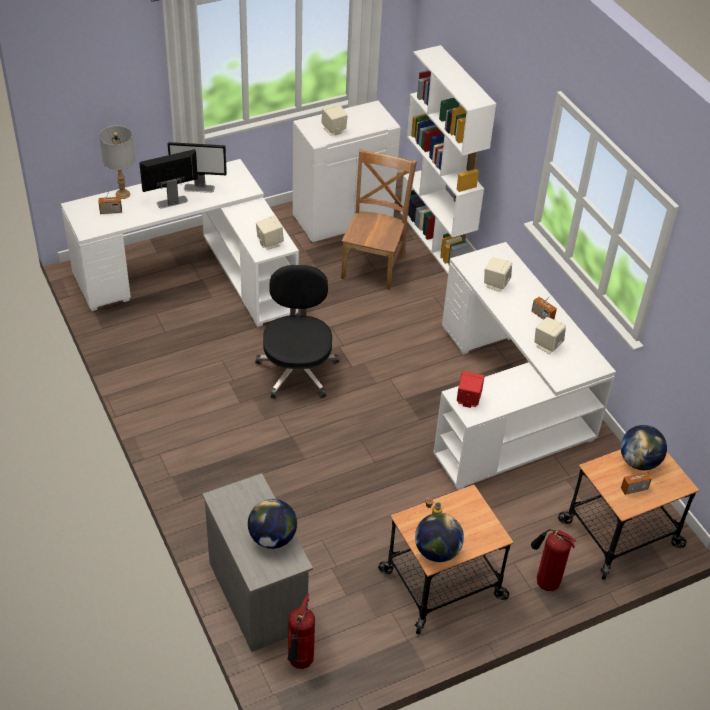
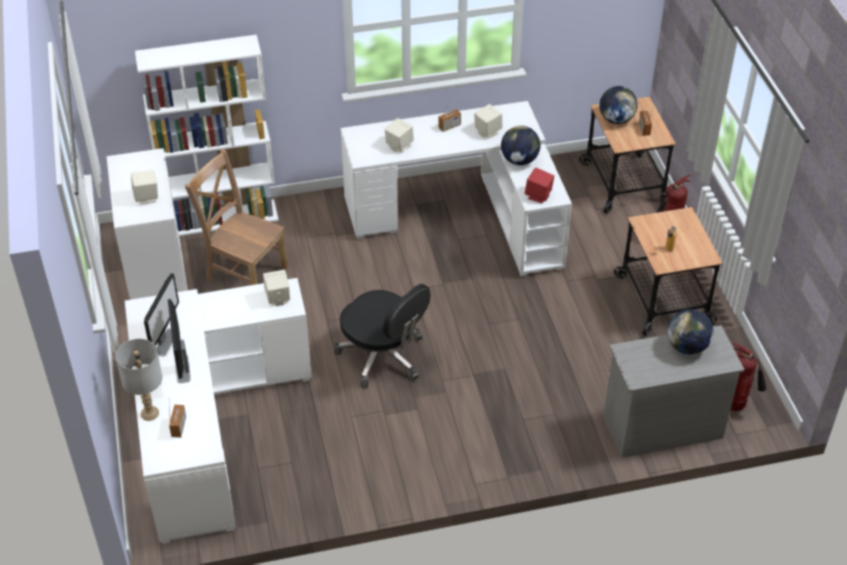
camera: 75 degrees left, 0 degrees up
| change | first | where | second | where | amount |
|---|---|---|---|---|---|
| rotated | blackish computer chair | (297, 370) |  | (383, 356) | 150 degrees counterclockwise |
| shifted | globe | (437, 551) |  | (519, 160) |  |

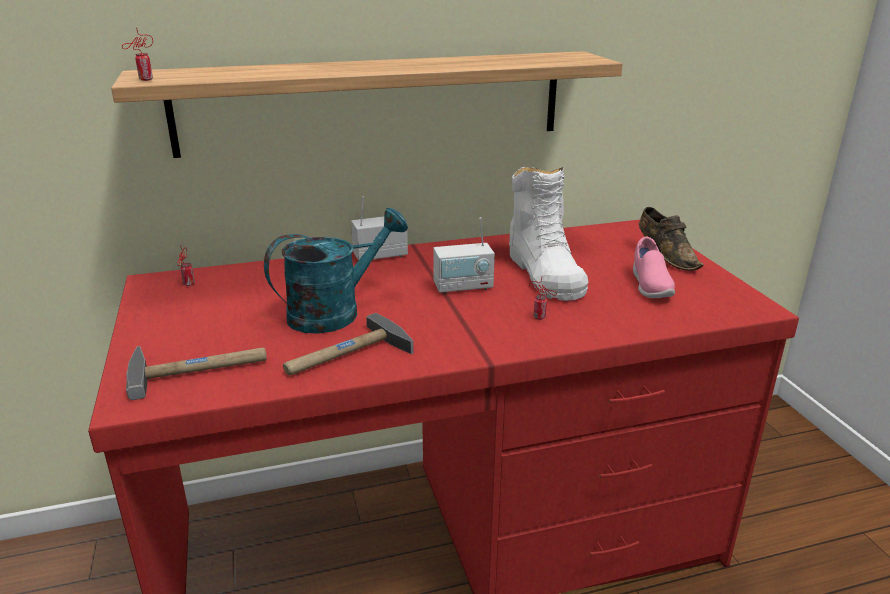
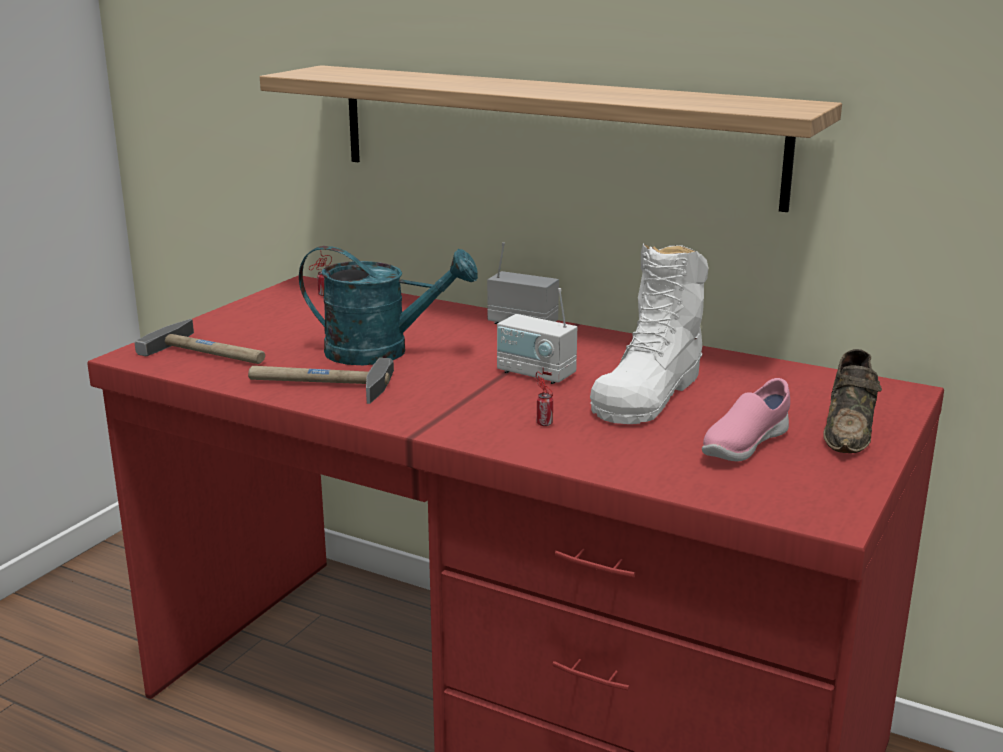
camera: 45 degrees right, 5 degrees down
| change | first | where | second | where | amount |
|---|---|---|---|---|---|
| gone | can | (144, 80) |  |  |  |

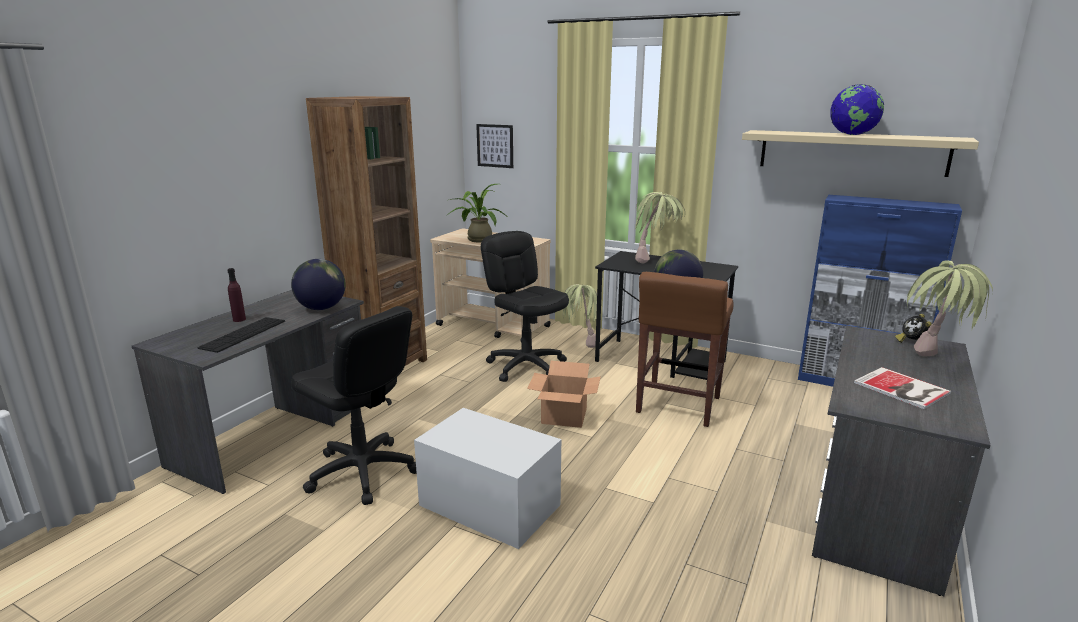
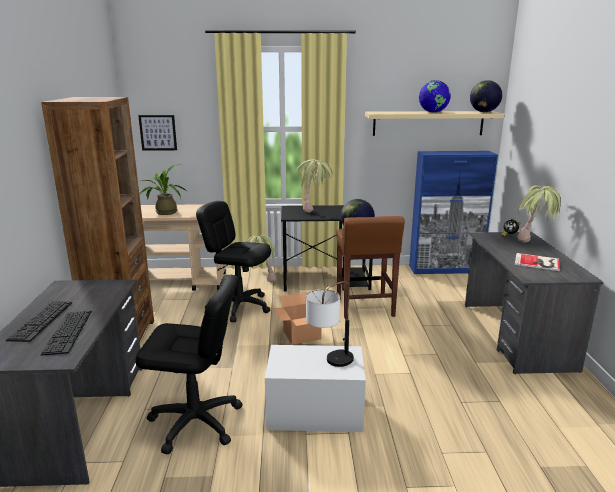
camera: 30 degrees left, 0 degrees up
| change | first | where | second | where | amount |
|---|---|---|---|---|---|
| swapped | purplish drink bottle | (239, 319) | PC keyboard | (41, 320) |  |
| new |  |  | tabletop lamp | (329, 364) |  |
| shifted | globe | (321, 308) |  | (483, 112) |  |

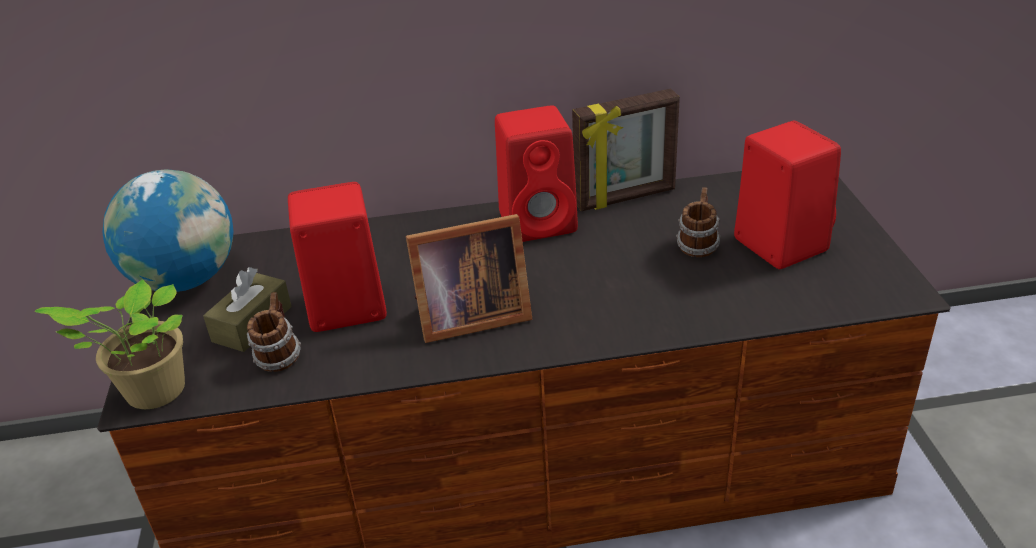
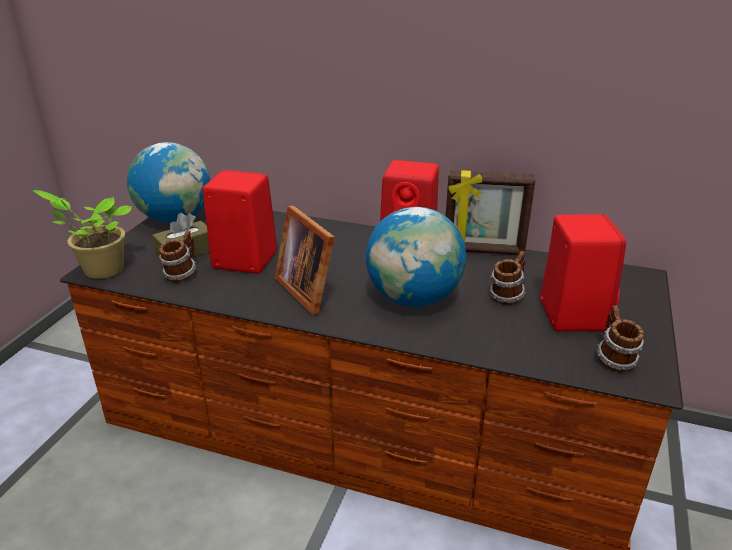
camera: 25 degrees right, 5 degrees down
| change | first | where | second | where | amount |
|---|---|---|---|---|---|
| rotated | standing frame | (468, 317) |  | (309, 289) | 45 degrees clockwise |
| new |  |  | globe | (413, 299) |  |
| new |  |  | mug | (614, 359) |  |

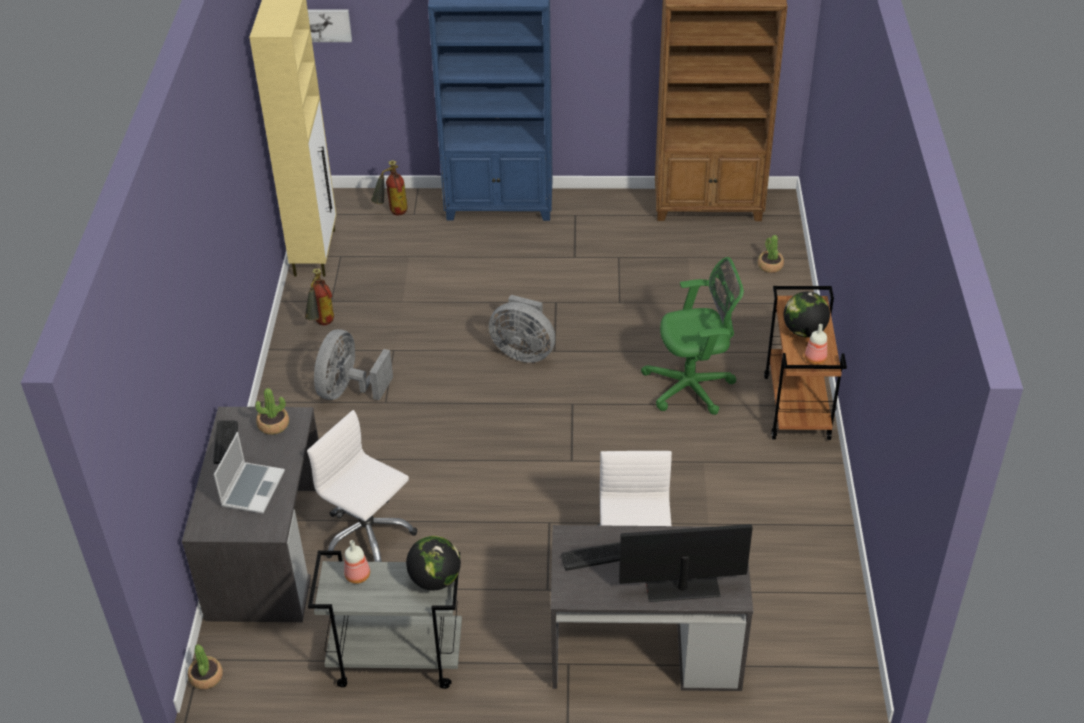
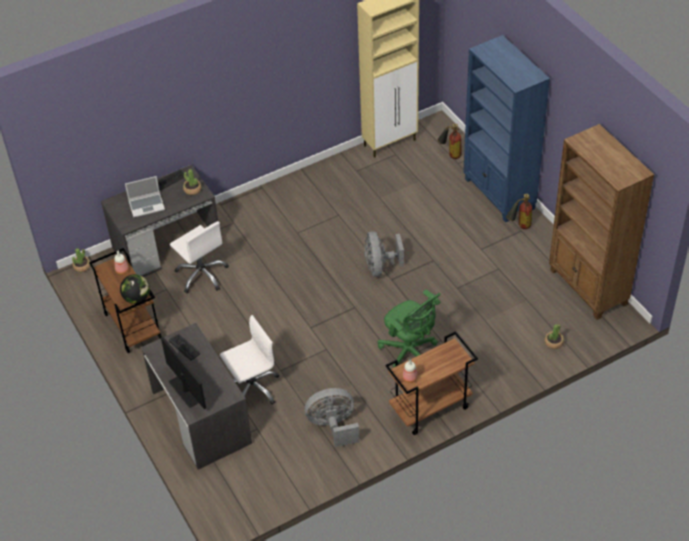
camera: 60 degrees right, 5 degrees up
| change | first | where | second | where | amount |
|---|---|---|---|---|---|
| repainted | grey cart | (395, 660) | brown cart | (132, 326) |  |
| rotated | white computer chair | (367, 534) |  | (202, 275) | 135 degrees clockwise |
| shifted | grey cooling fan | (348, 390) |  | (333, 426) |  |
| shifted | fire-fighting cylinder | (321, 325) |  | (519, 226) |  |
| gone | picture | (325, 24) |  |  |  |
| gone | globe | (804, 331) |  |  |  |

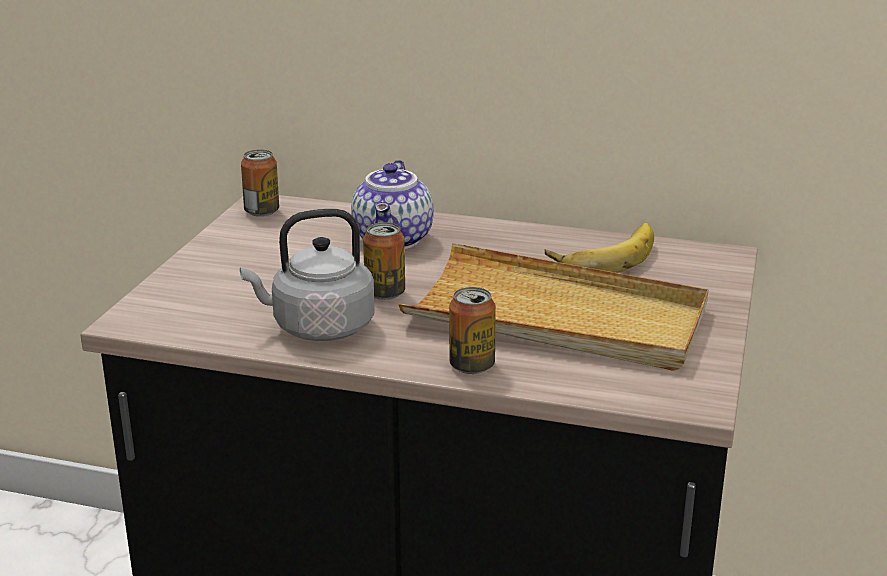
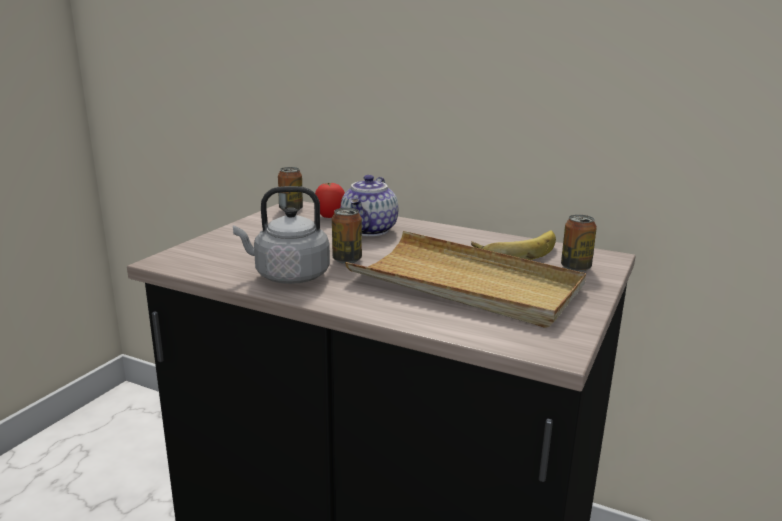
camera: 10 degrees right, 5 degrees down
| change | first | where | second | where | amount |
|---|---|---|---|---|---|
| new |  |  | tomato | (330, 217) |  |
| shifted | can | (471, 366) |  | (575, 267) |  |

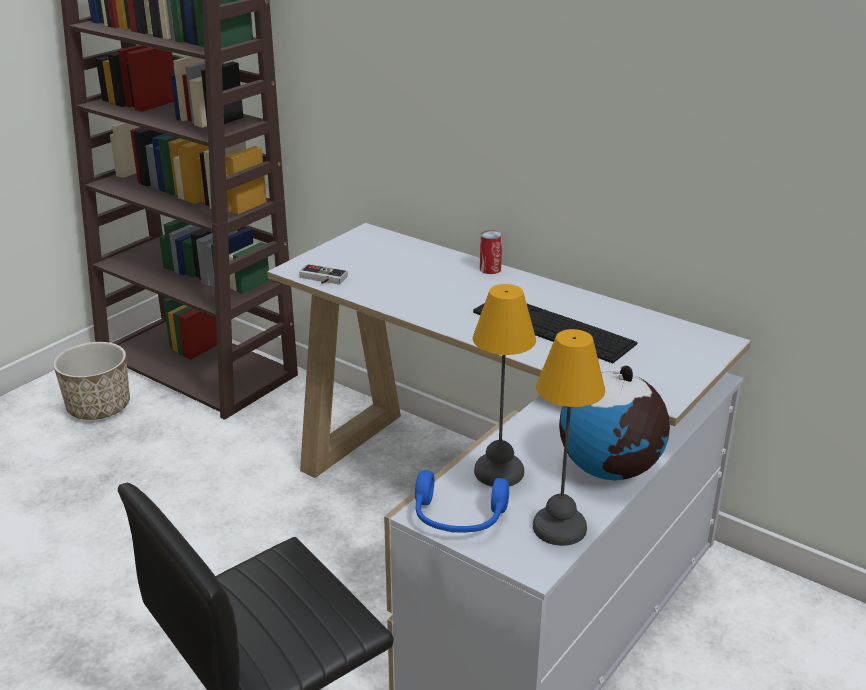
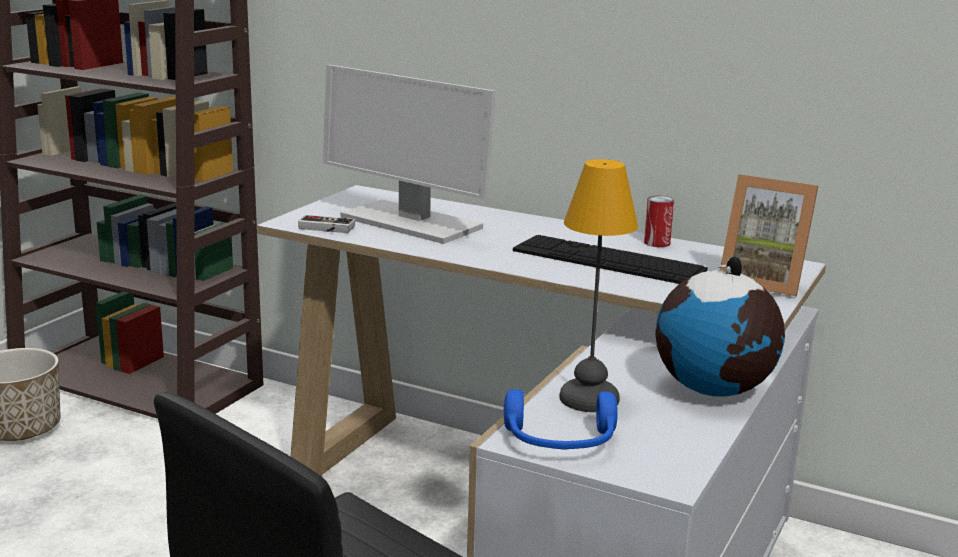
camera: 10 degrees left, 10 degrees down
| change | first | where | second | where | amount |
|---|---|---|---|---|---|
| new |  |  | computer display | (409, 223) |  |
| shifted | can | (490, 269) |  | (657, 243) |  |
| new |  |  | standing frame | (763, 281) |  |
| gone | tabletop lamp | (560, 526) |  |  |  |

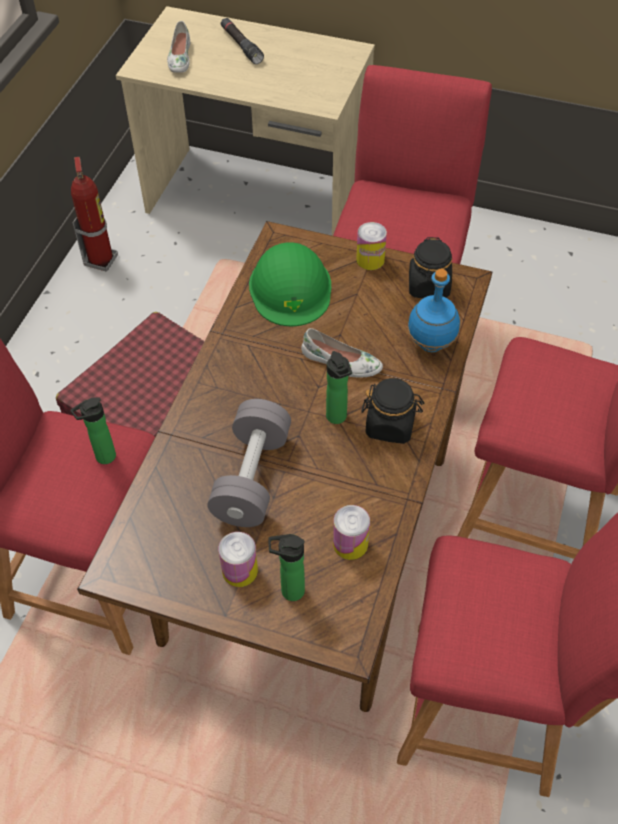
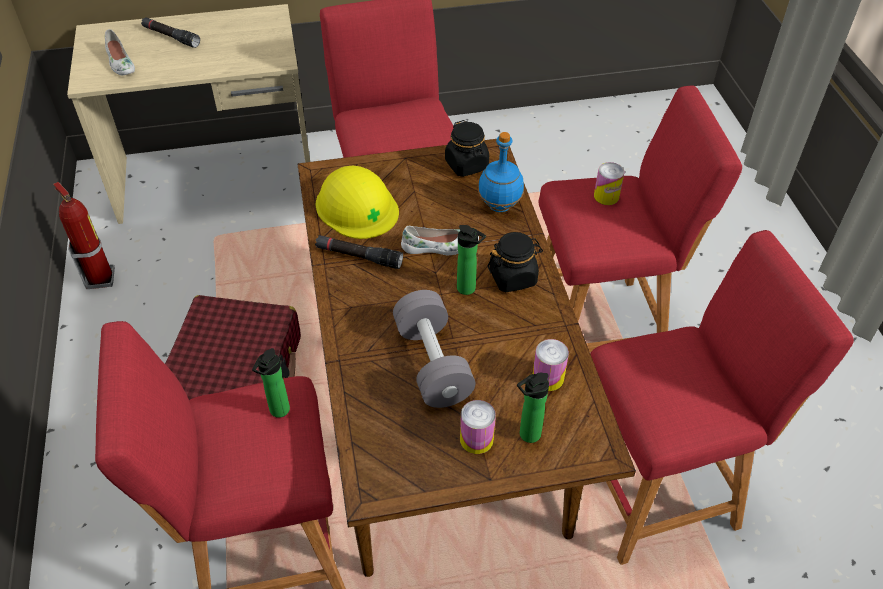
camera: 30 degrees left, 5 degrees down
| change | first | where | second | where | amount |
|---|---|---|---|---|---|
| new |  |  | blackish torch | (359, 256) |  |
| repainted | green work helmet | (290, 288) | yellow-coloured work helmet | (357, 207) |  |
| shifted | can | (370, 260) |  | (606, 196) |  |

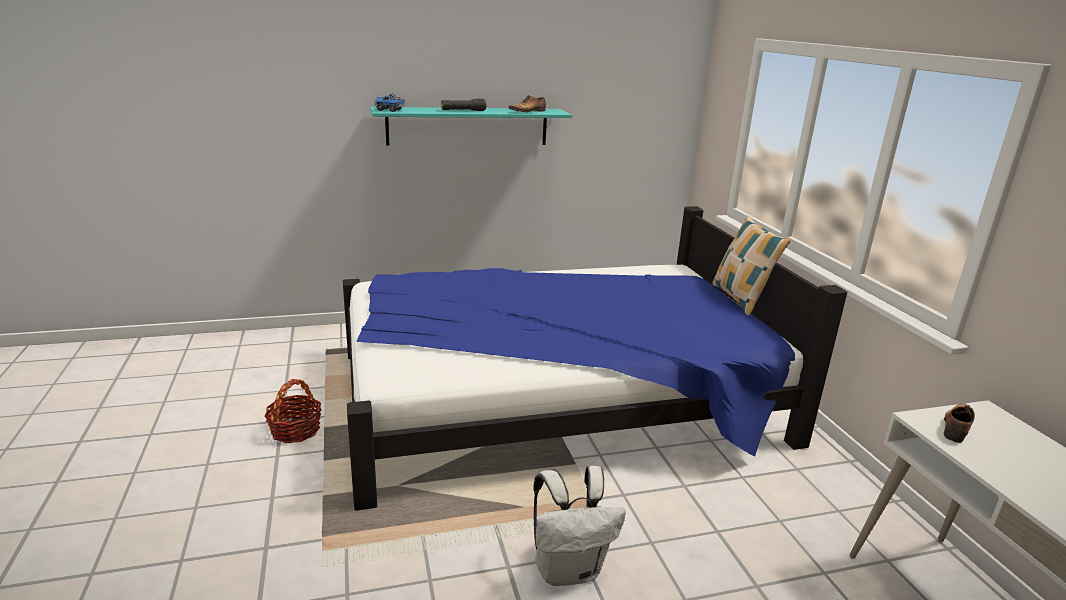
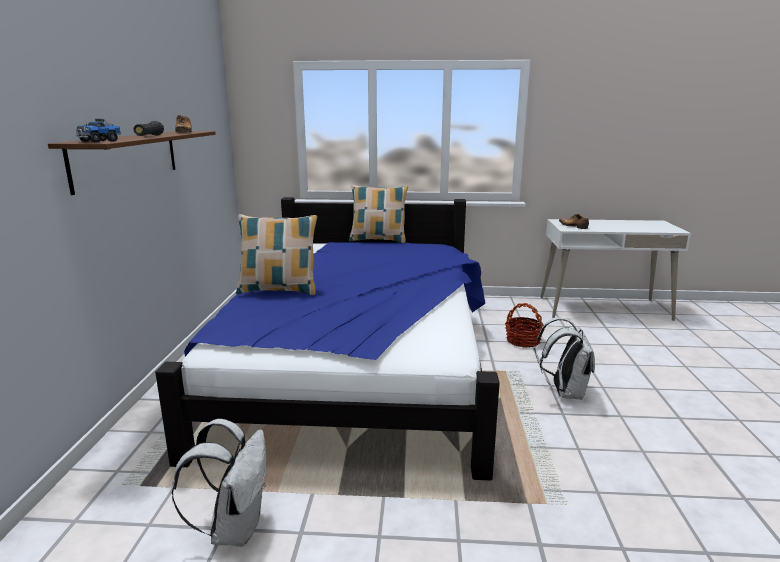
camera: 70 degrees left, 5 degrees down
| change | first | where | second | where | amount |
|---|---|---|---|---|---|
| repainted | turquoise-coloured wall shelf | (468, 126) | brown wall shelf | (128, 158) |  |
| new |  |  | white backpack | (235, 527) |  |
| new |  |  | throw pillow | (279, 290) |  |
| shifted | basket | (295, 430) |  | (523, 341) |  |

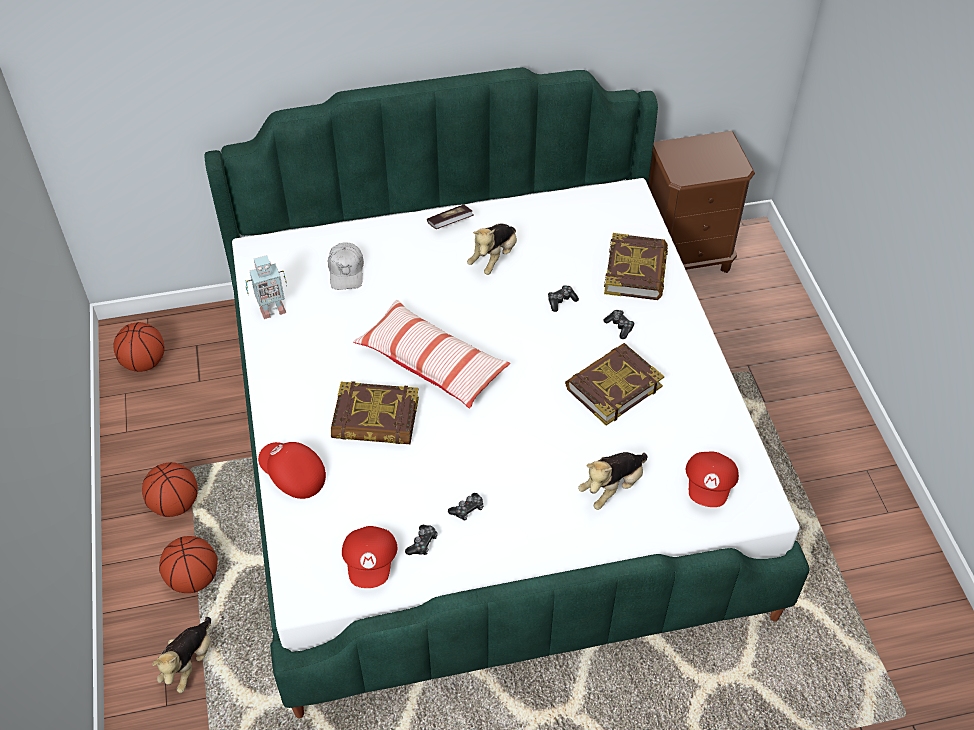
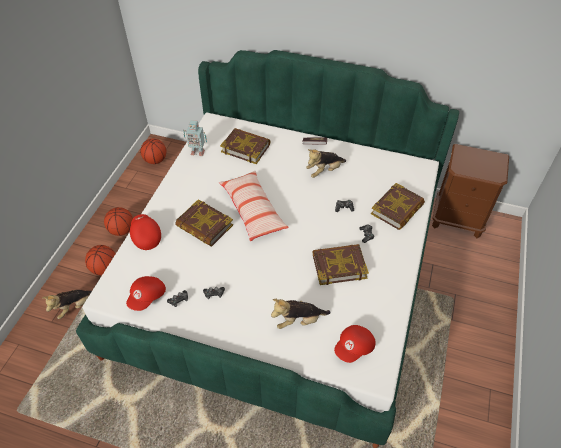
camera: 30 degrees right, 0 degrees up
| change | first | where | second | where | amount |
|---|---|---|---|---|---|
| swapped | white cap | (346, 271) | bound book | (246, 148) |  |

